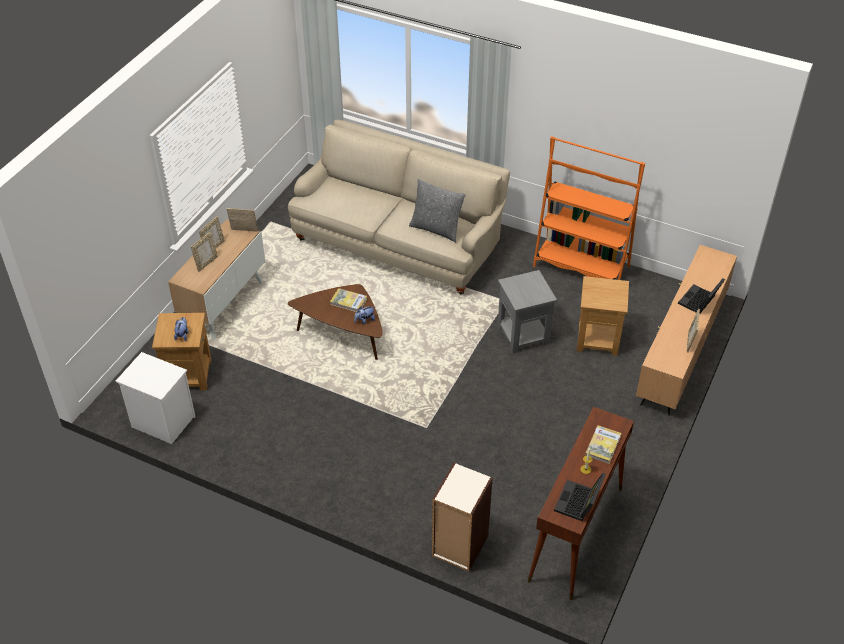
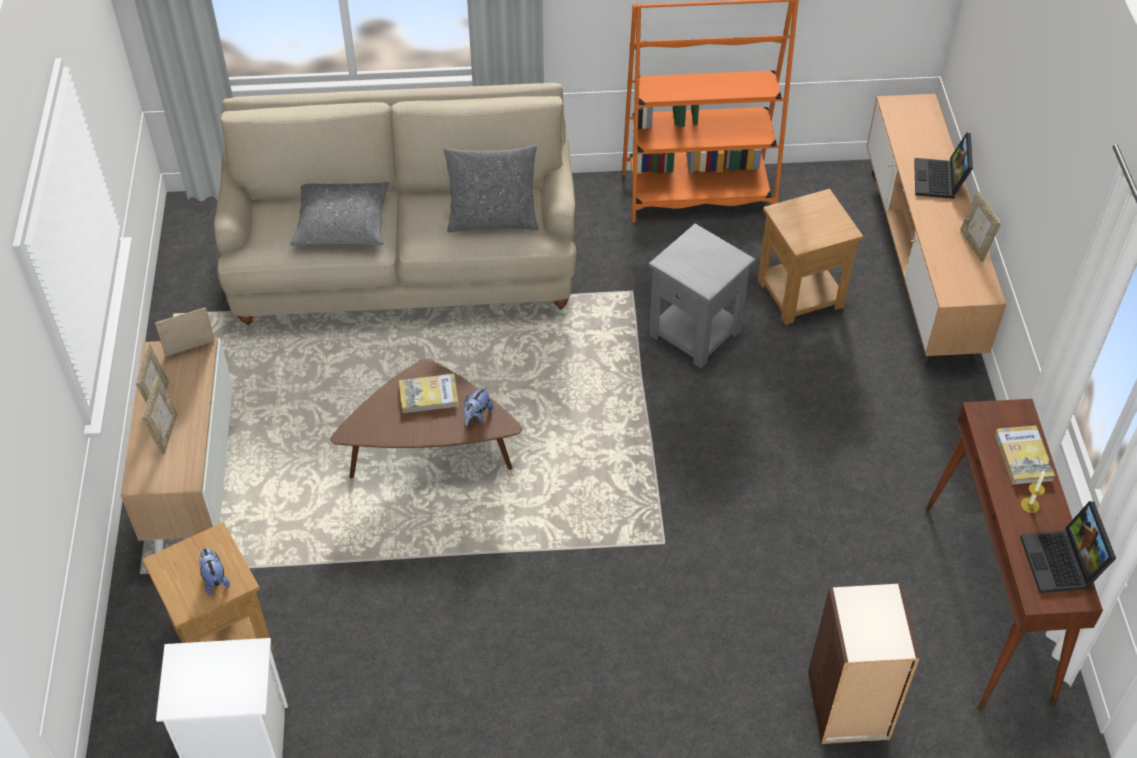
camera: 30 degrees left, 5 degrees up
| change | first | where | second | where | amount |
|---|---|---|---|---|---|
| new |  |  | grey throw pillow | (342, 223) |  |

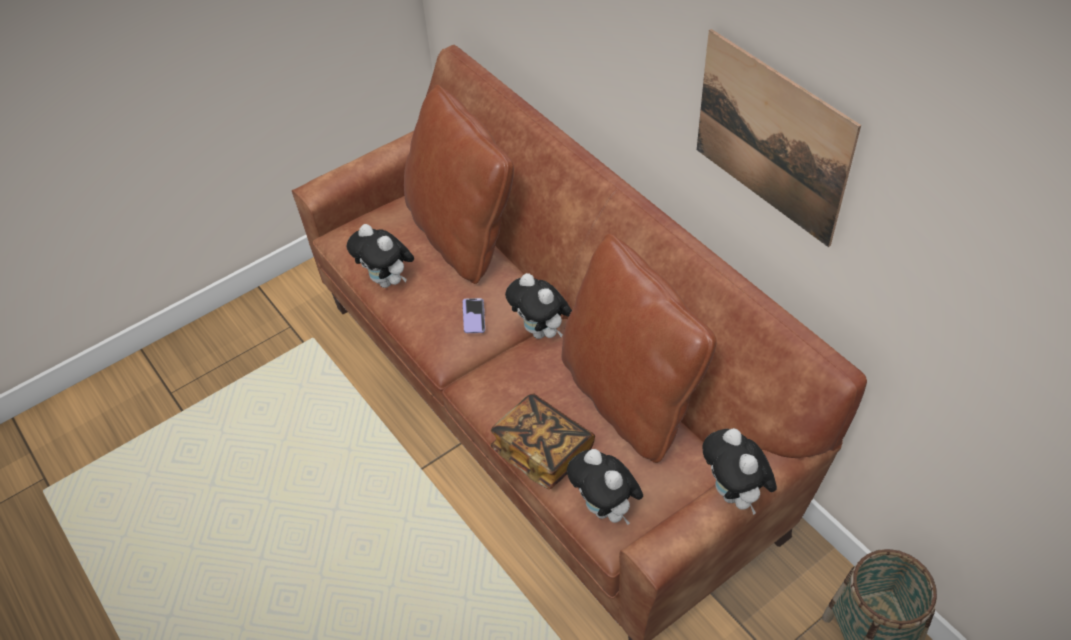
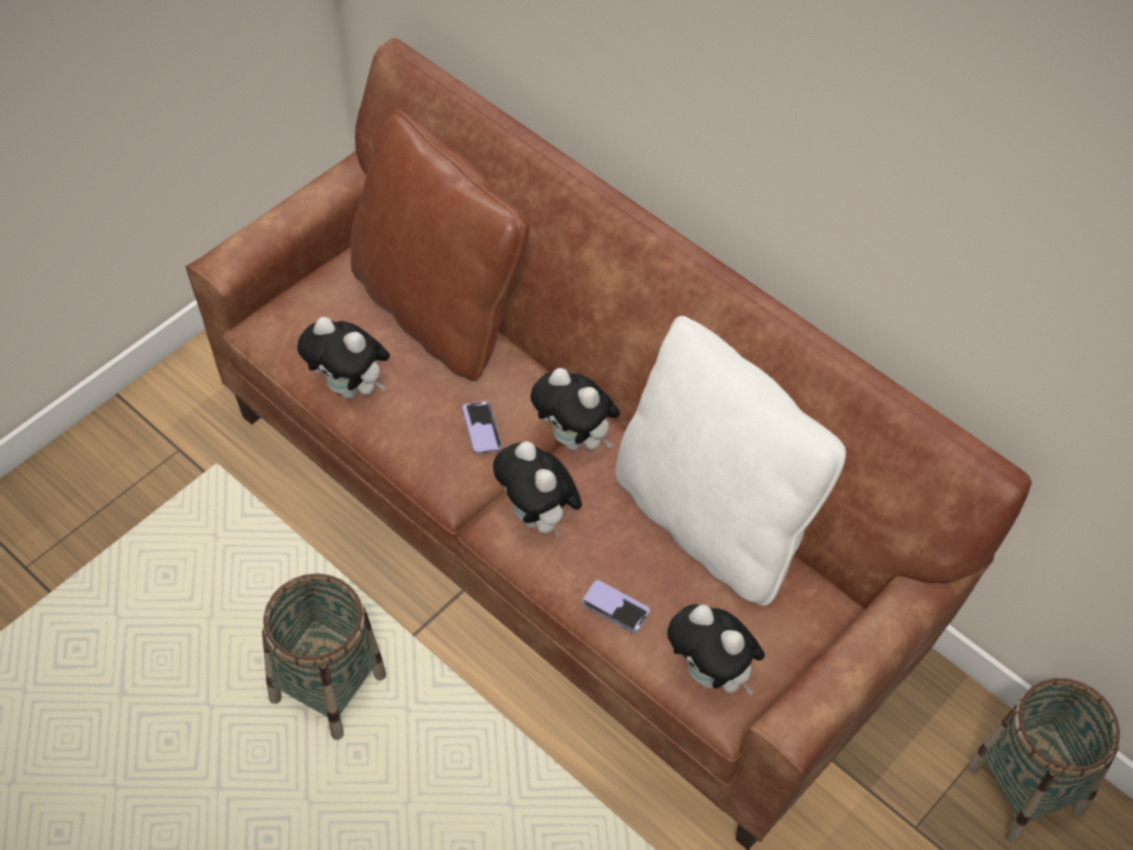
camera: 15 degrees left, 5 degrees up
| change | first | where | second | where | amount |
|---|---|---|---|---|---|
| new |  |  | basket | (328, 687) |  |
| shifted | cuddly toy | (734, 494) |  | (537, 517) |  |
| swapped | bound book | (542, 451) | handset | (615, 608) |  |
| repainted | brown throw pillow | (629, 397) | white throw pillow | (711, 520) |  |
| gone | picture | (771, 138) |  |  |  |

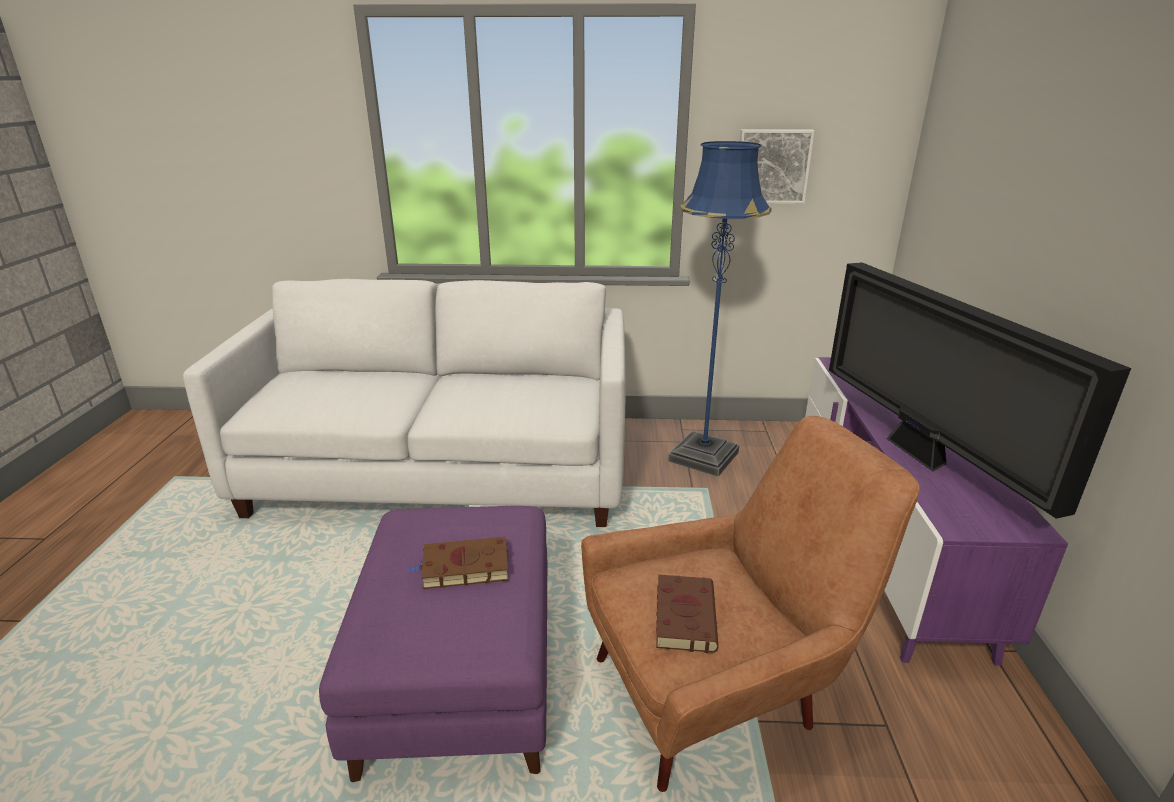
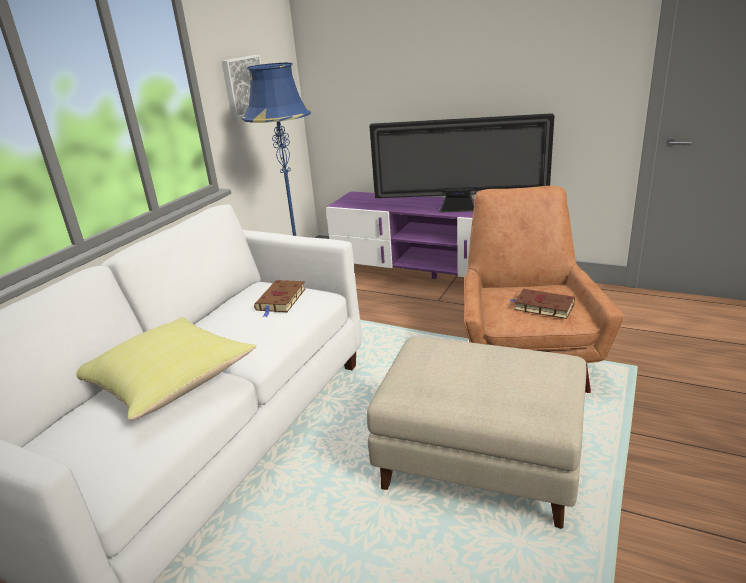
camera: 65 degrees left, 0 degrees up
| change | first | where | second | where | amount |
|---|---|---|---|---|---|
| new |  |  | yellow-coloured throw pillow | (170, 384) |  |
| shifted | brown bound book | (463, 567) |  | (281, 300) |  |
| repainted | purplish ottoman | (461, 680) | beige ottoman | (481, 461) |  |

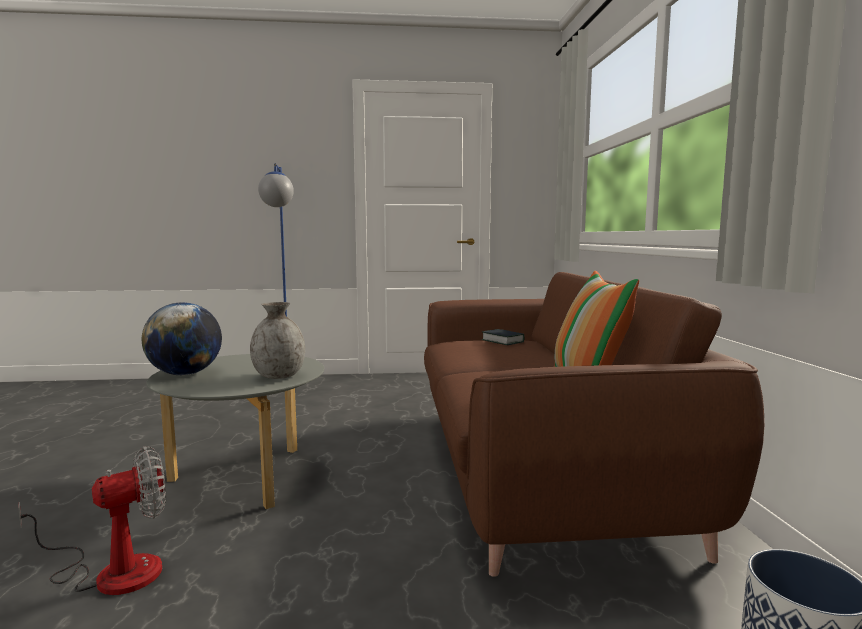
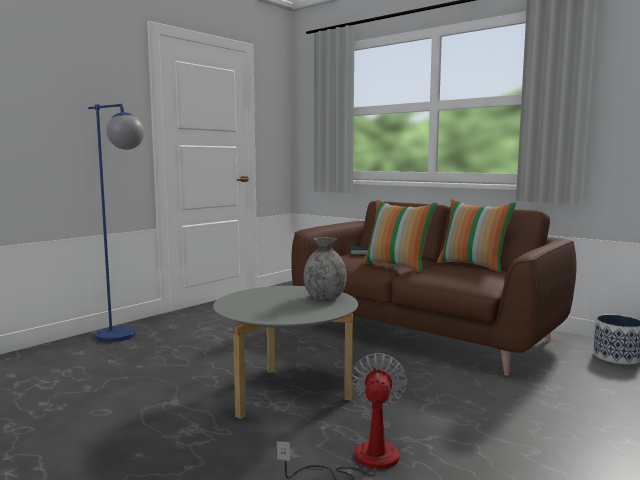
camera: 45 degrees left, 0 degrees up
| change | first | where | second | where | amount |
|---|---|---|---|---|---|
| new |  |  | throw pillow | (397, 266) |  |
| gone | globe | (185, 374) |  |  |  |

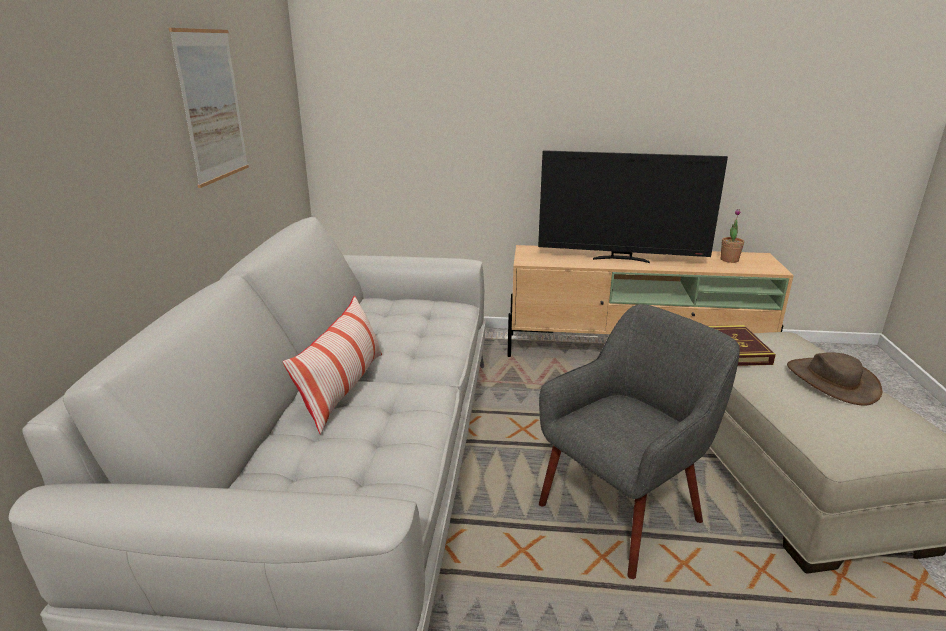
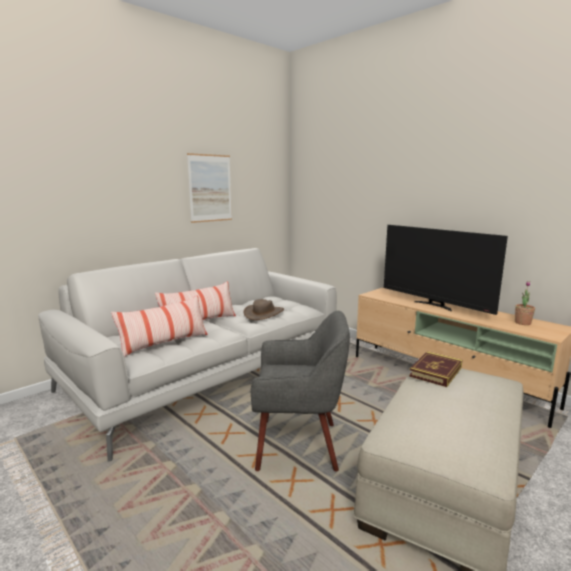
camera: 40 degrees right, 10 degrees down
| change | first | where | second | where | amount |
|---|---|---|---|---|---|
| new |  |  | throw pillow | (164, 344) |  |
| shifted | brown wearable hat | (831, 381) |  | (264, 313) |  |

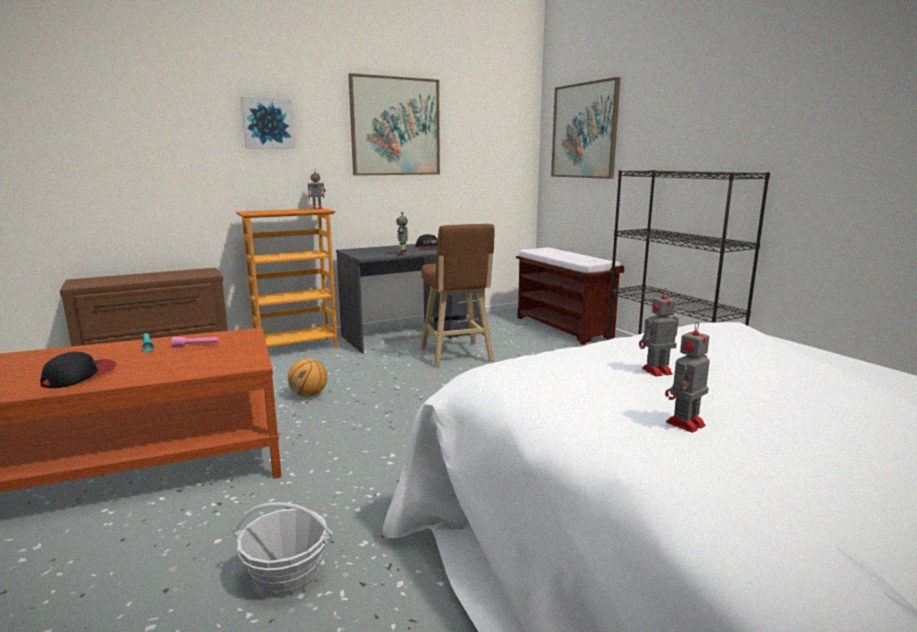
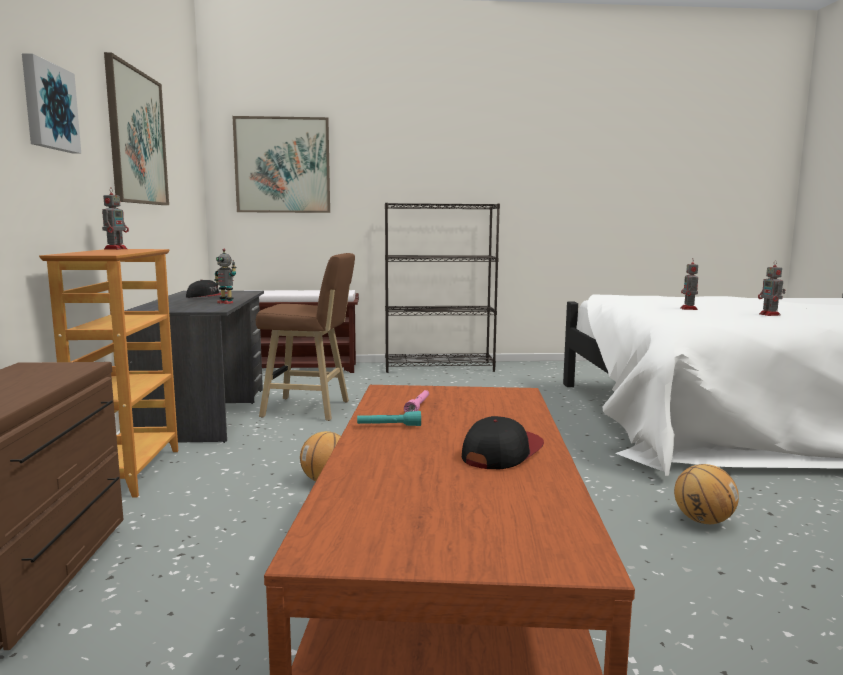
camera: 65 degrees left, 5 degrees down
| change | first | where | second | where | amount |
|---|---|---|---|---|---|
| rotated | cap | (80, 376) |  | (501, 452) | 75 degrees clockwise |
| swapped | basket | (287, 576) | basketball | (702, 521) |  |

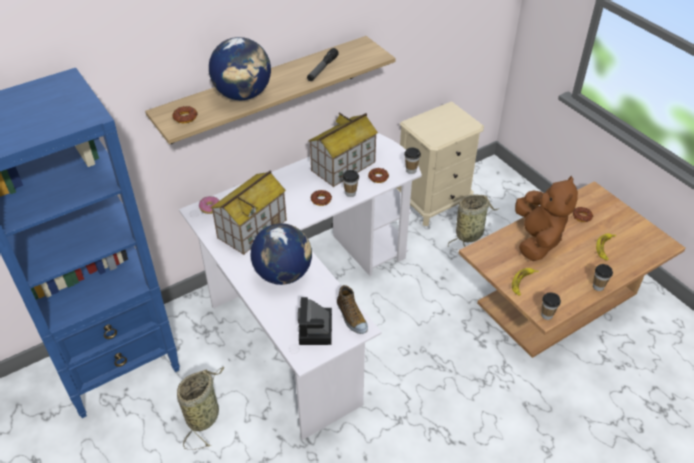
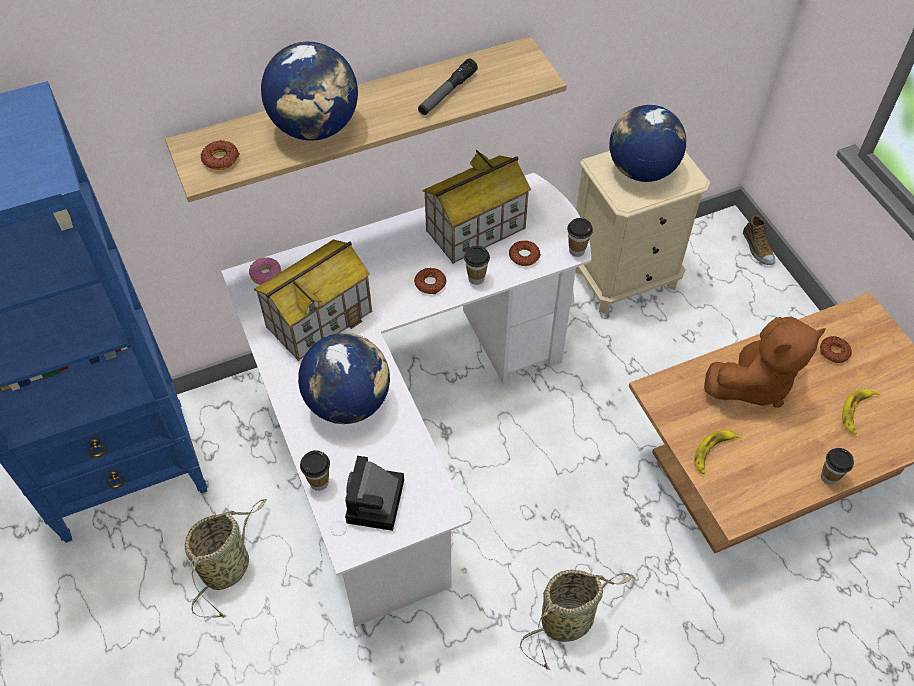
camera: 10 degrees right, 10 degrees up
| change | first | where | second | where | amount |
|---|---|---|---|---|---|
| shifted | small cup | (546, 315) |  | (319, 482) |  |
| shifted | basket | (470, 234) |  | (569, 620) |  |
| new |  |  | globe | (641, 170) |  |
| rotated | brown cuddly toy | (537, 240) |  | (753, 383) | 45 degrees clockwise |
| shifted | item of footwear | (351, 317) |  | (757, 248) |  |

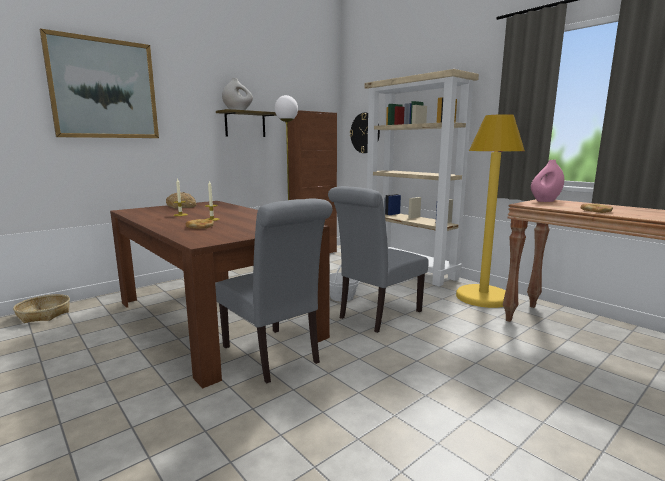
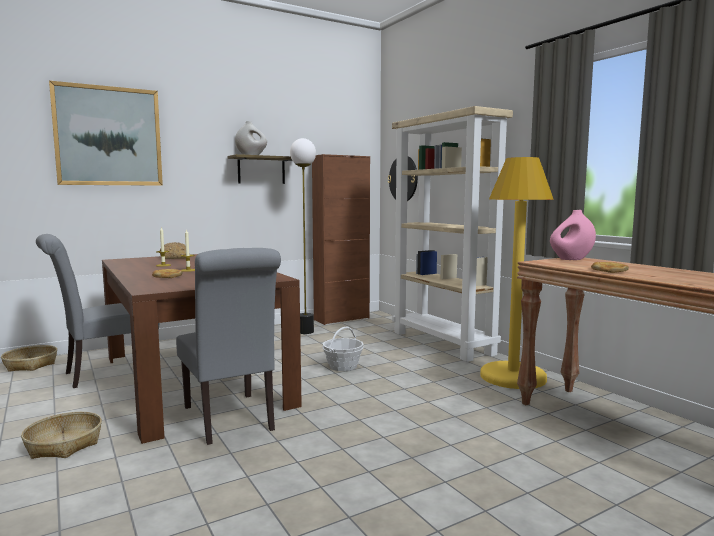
camera: 10 degrees right, 5 degrees down
| change | first | where | second | where | amount |
|---|---|---|---|---|---|
| new |  |  | basket | (64, 444) |  |
| shifted | grey upright chair | (376, 315) |  | (105, 373) |  |

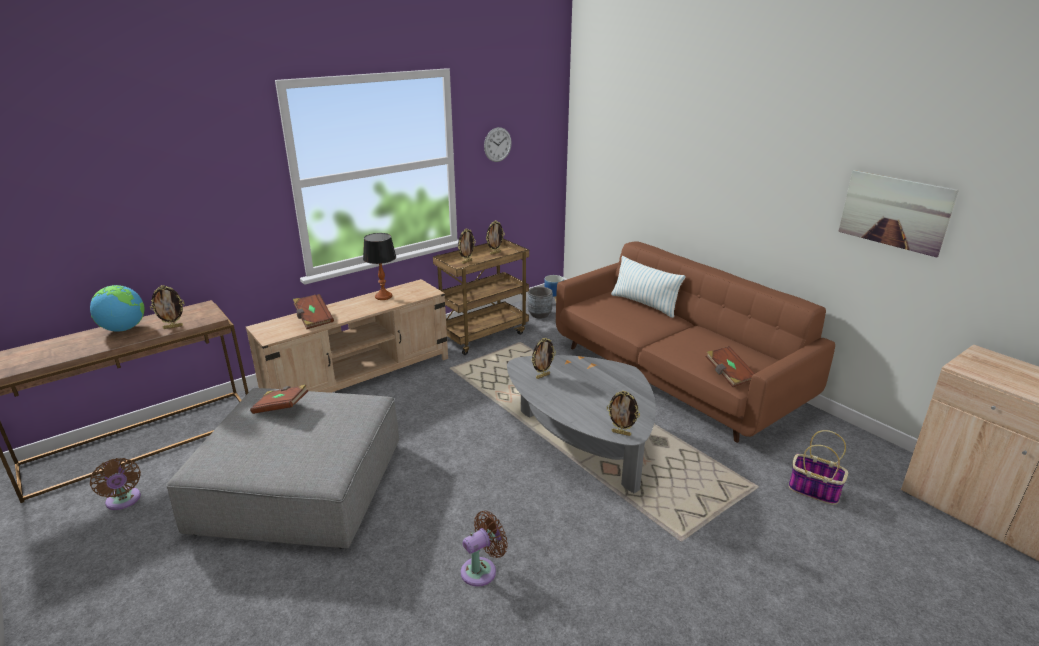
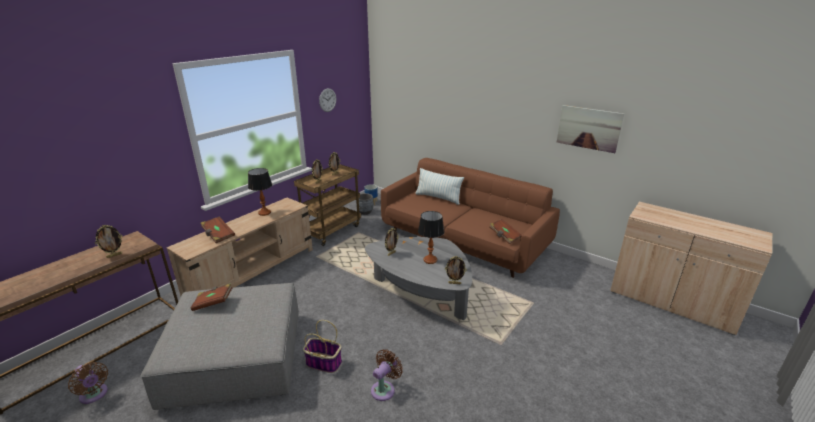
camera: 15 degrees left, 0 degrees up
| change | first | where | second | where | amount |
|---|---|---|---|---|---|
| shifted | basket | (813, 490) |  | (323, 363) |  |
| new |  |  | tabletop lamp | (430, 260) |  |
| gone | globe | (123, 329) |  |  |  |

